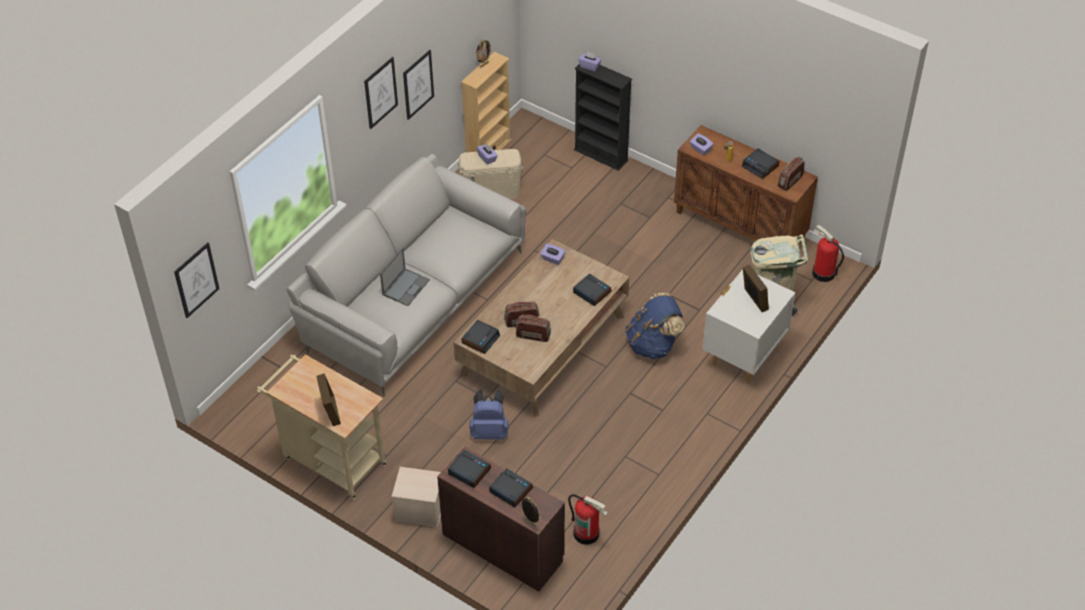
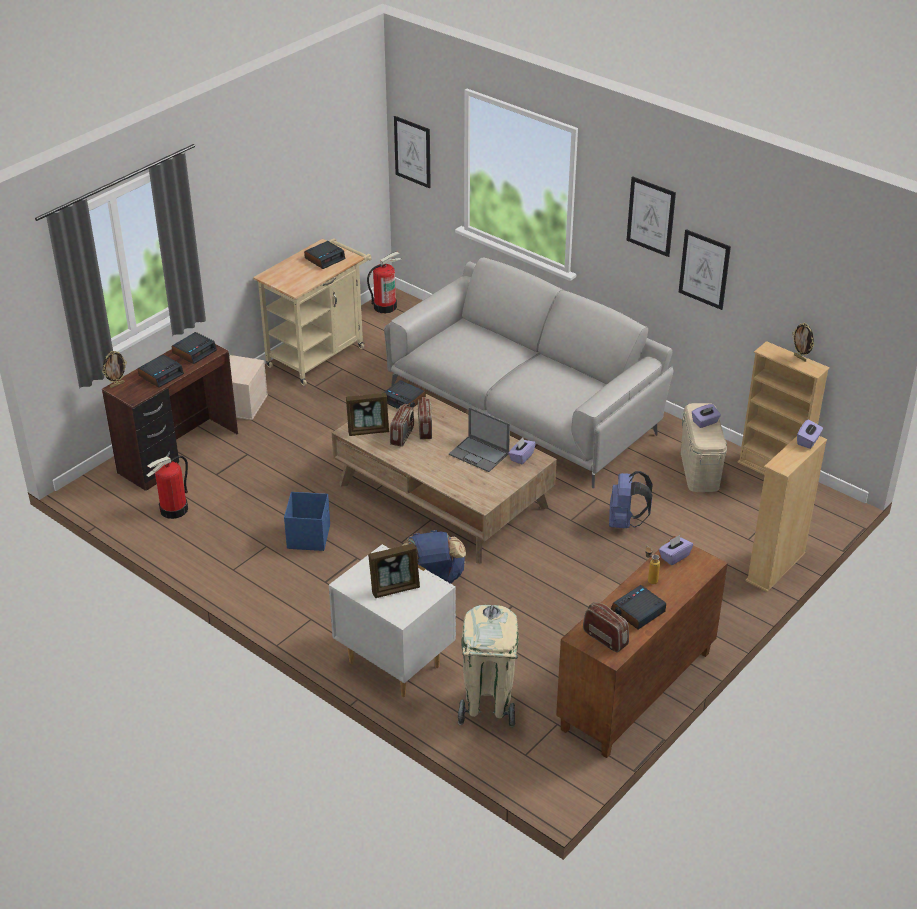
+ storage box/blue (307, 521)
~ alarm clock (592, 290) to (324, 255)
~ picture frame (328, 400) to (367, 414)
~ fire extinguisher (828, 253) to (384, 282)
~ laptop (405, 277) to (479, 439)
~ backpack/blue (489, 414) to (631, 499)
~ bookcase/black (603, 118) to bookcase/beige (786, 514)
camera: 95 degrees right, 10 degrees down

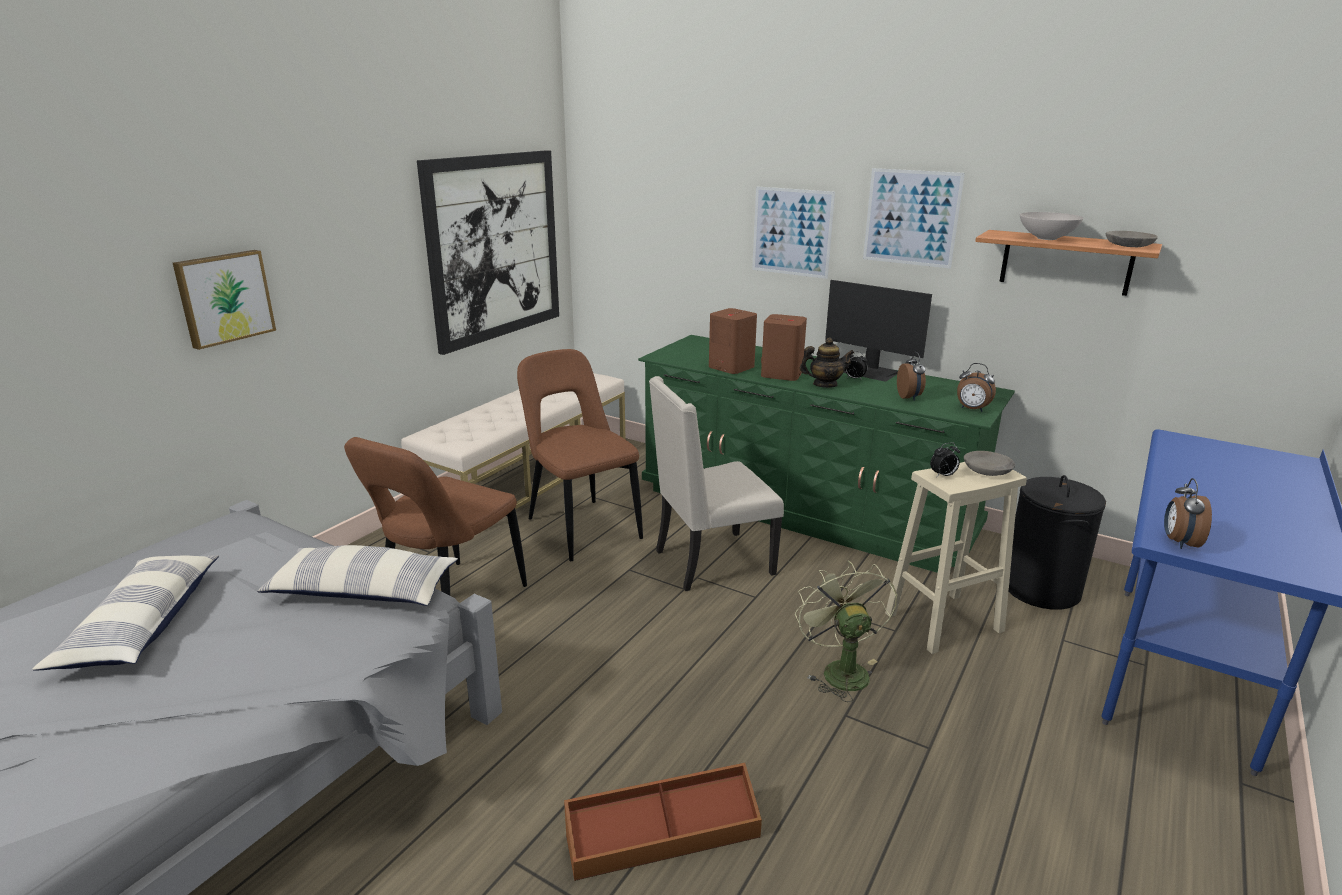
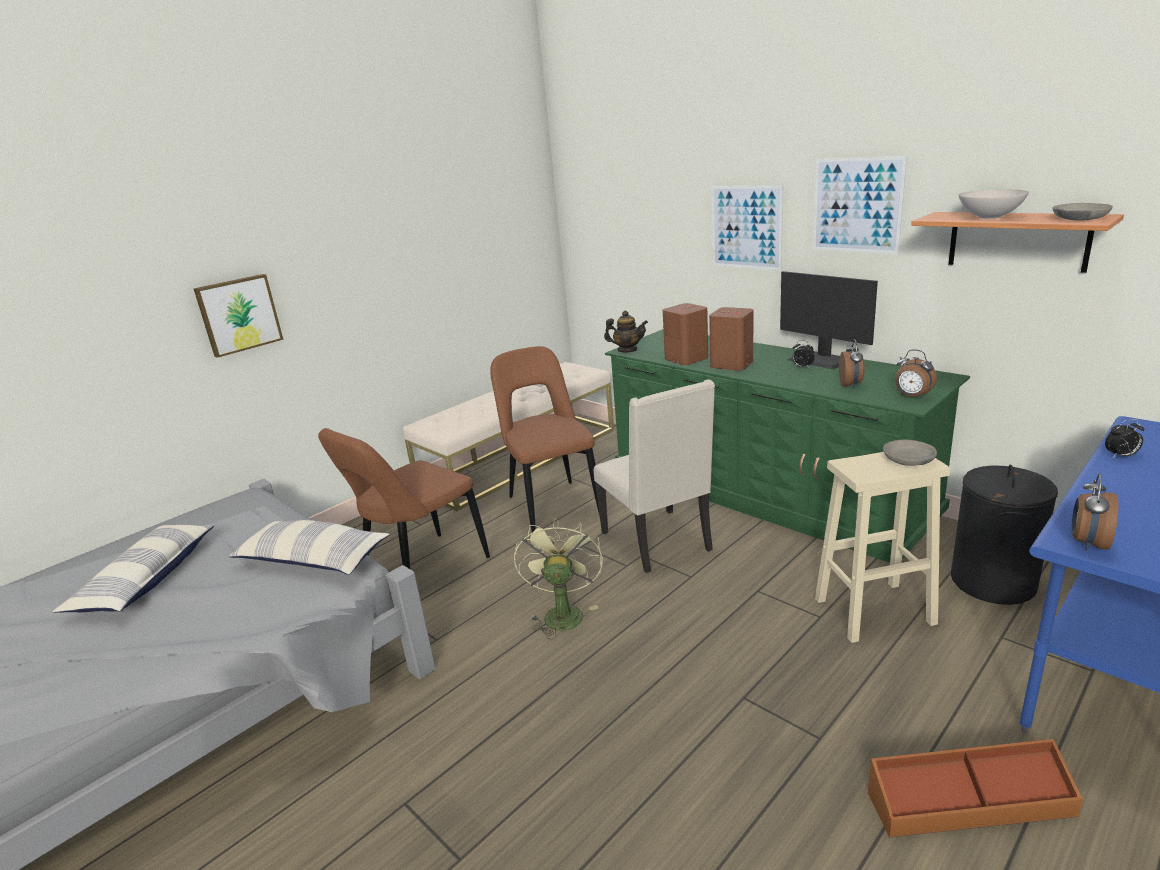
~ fan/green (846, 631) to (558, 578)
~ chair/beige (716, 483) = (654, 476) 105 degrees counterclockwise
~ teapot (827, 363) to (626, 331)
~ storage box/brown (663, 822) to (975, 788)
~ alarm clock (945, 460) to (1124, 438)
- picture (488, 252)
camera: 15 degrees right, 0 degrees up

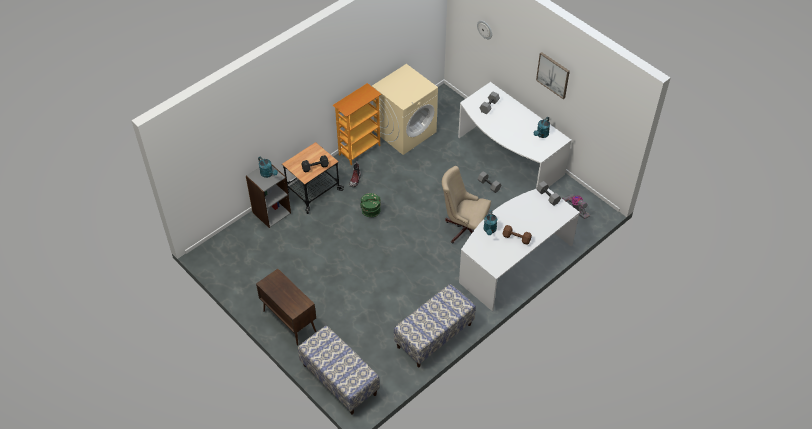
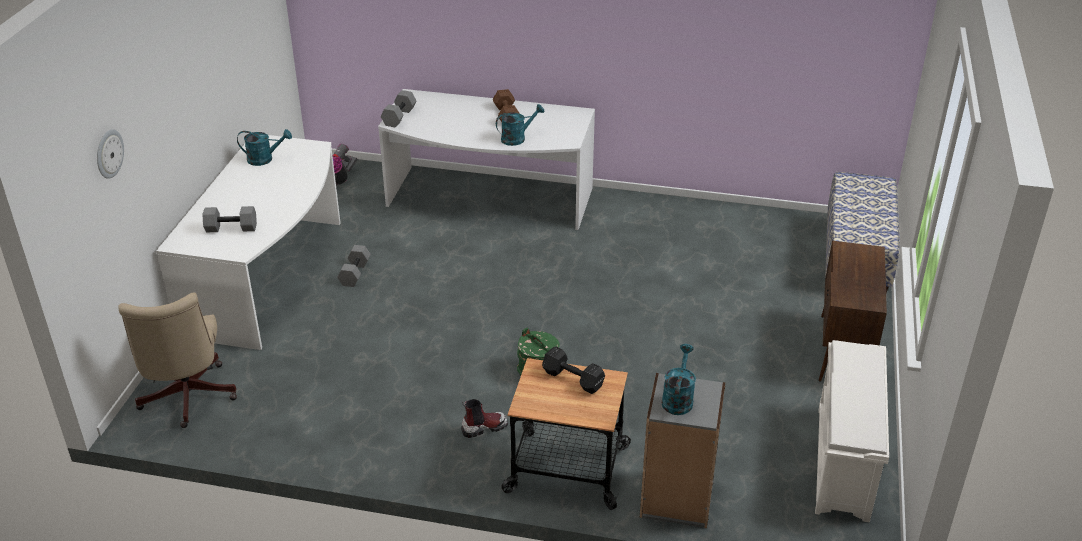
~ office chair/beige (466, 204) to (177, 360)
+ shoe rack/white (852, 431)
- bookcase (356, 124)
- washing machine/beige (405, 109)
- bench (435, 325)
- picture (553, 75)
camera: 125 degrees left, 15 degrees down

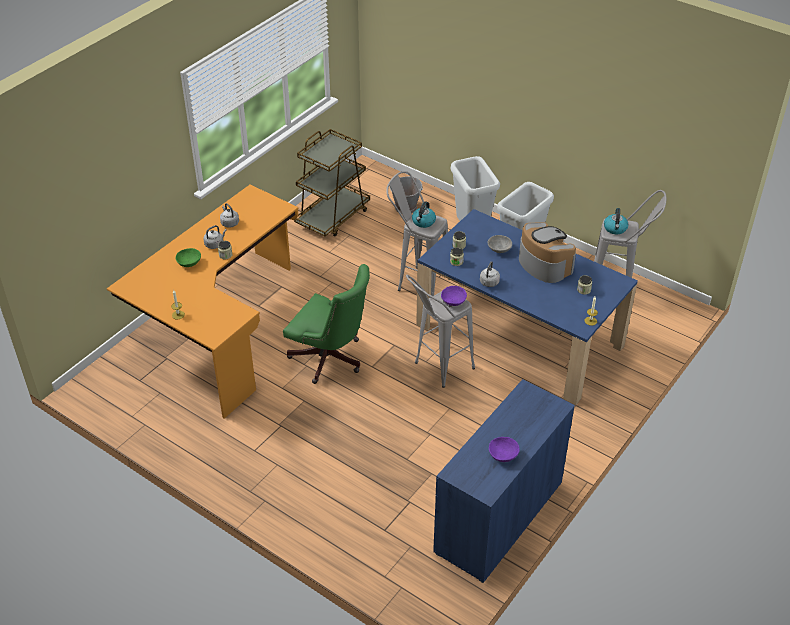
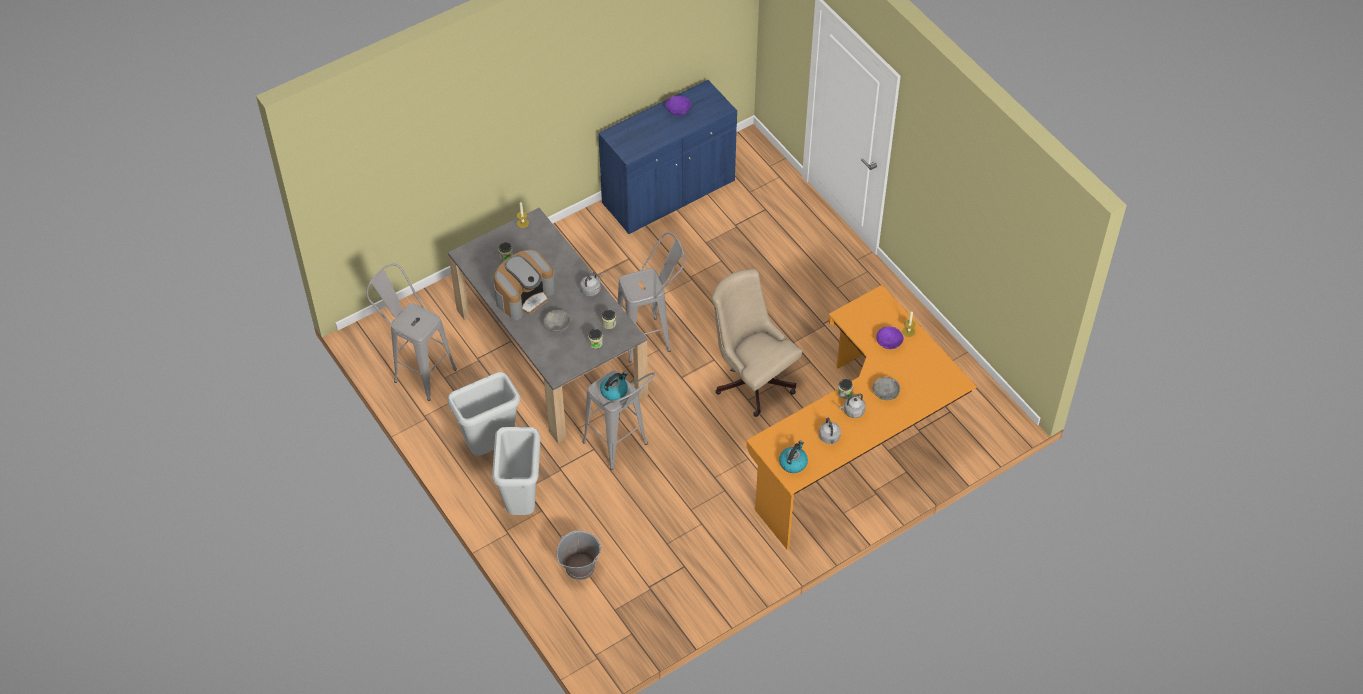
~ dining table/blue (527, 307) to dining table/grey (548, 325)
~ coffee machine (547, 252) = (524, 284) 120 degrees counterclockwise
~ office chair/green (326, 324) to office chair/beige (756, 343)
~ kettle (616, 221) to (793, 457)
~ bowl/green (188, 257) to bowl/grey (886, 388)
~ bowl/purple (454, 296) to (890, 337)
- cart/brown (332, 182)
camera: 160 degrees left, 10 degrees up

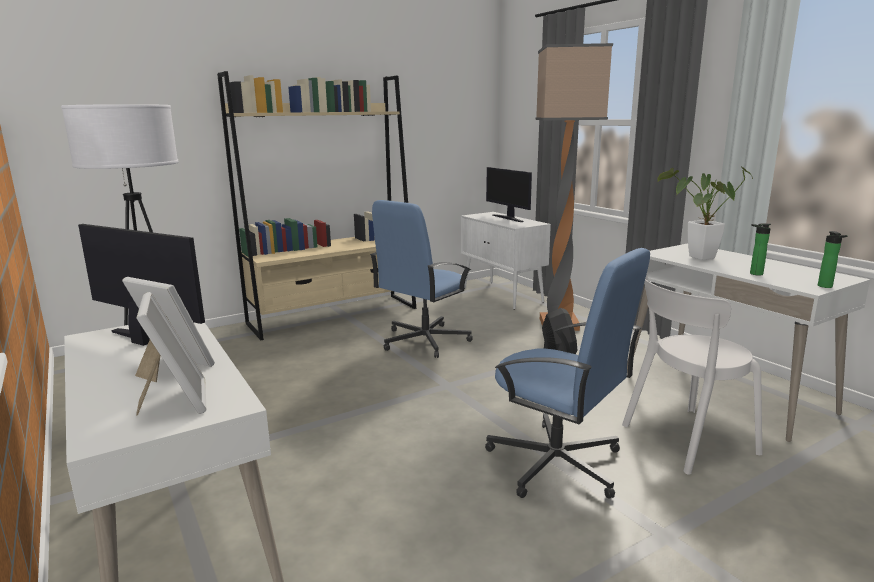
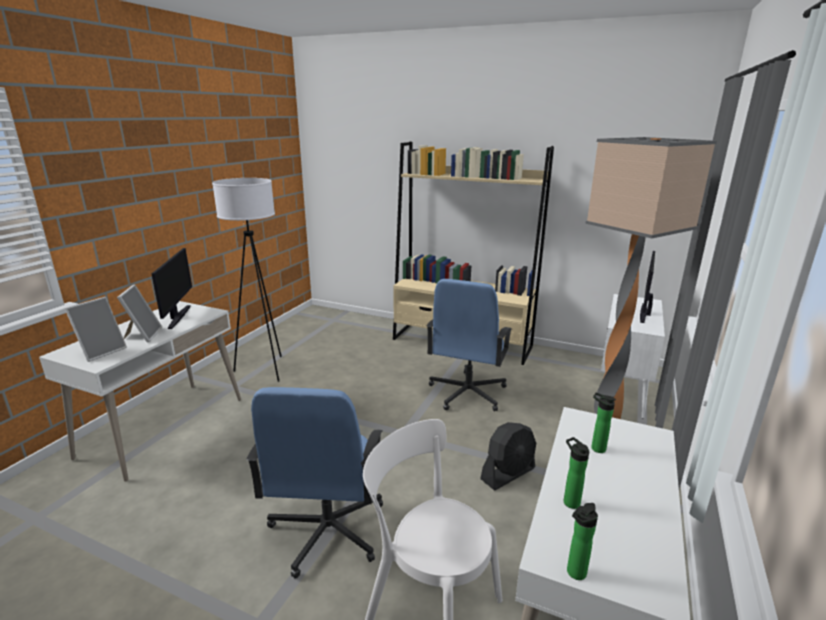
~ office chair/blue (421, 279) = (469, 345) 75 degrees counterclockwise
~ potted plant (705, 213) to bottle (603, 423)
camera: 55 degrees right, 5 degrees up

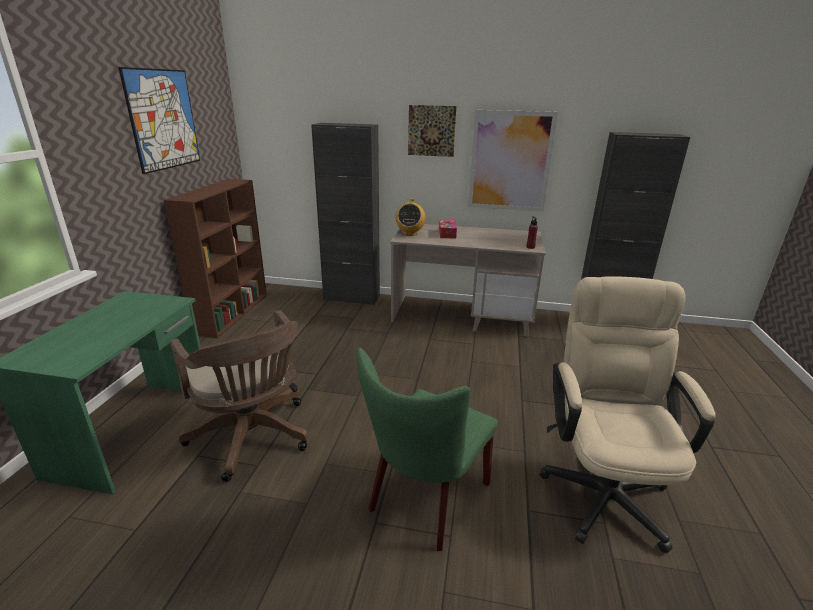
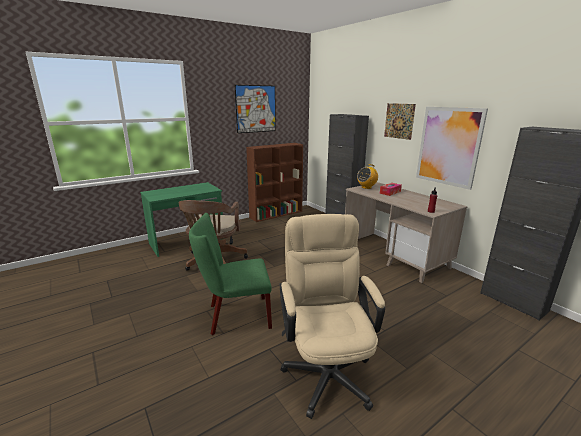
~ office chair/beige (628, 414) = (332, 316) 60 degrees counterclockwise
camera: 45 degrees right, 5 degrees down

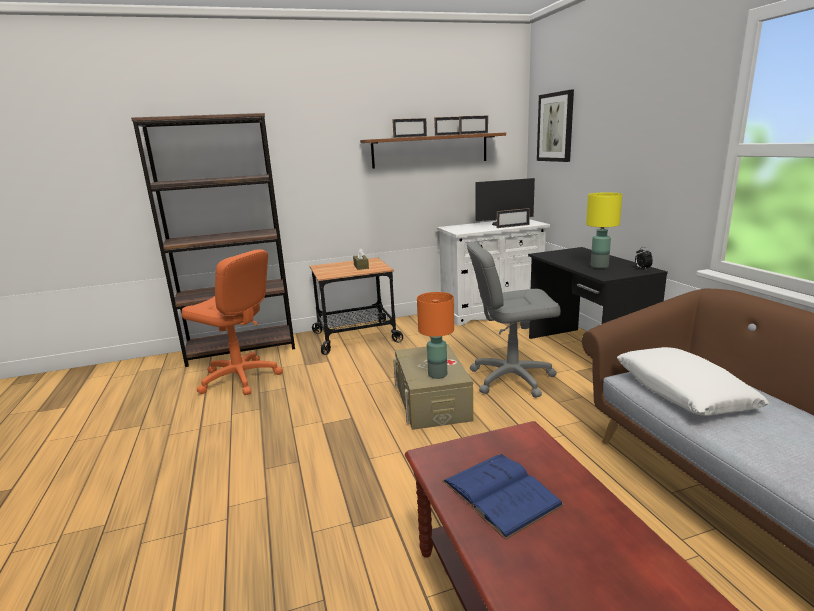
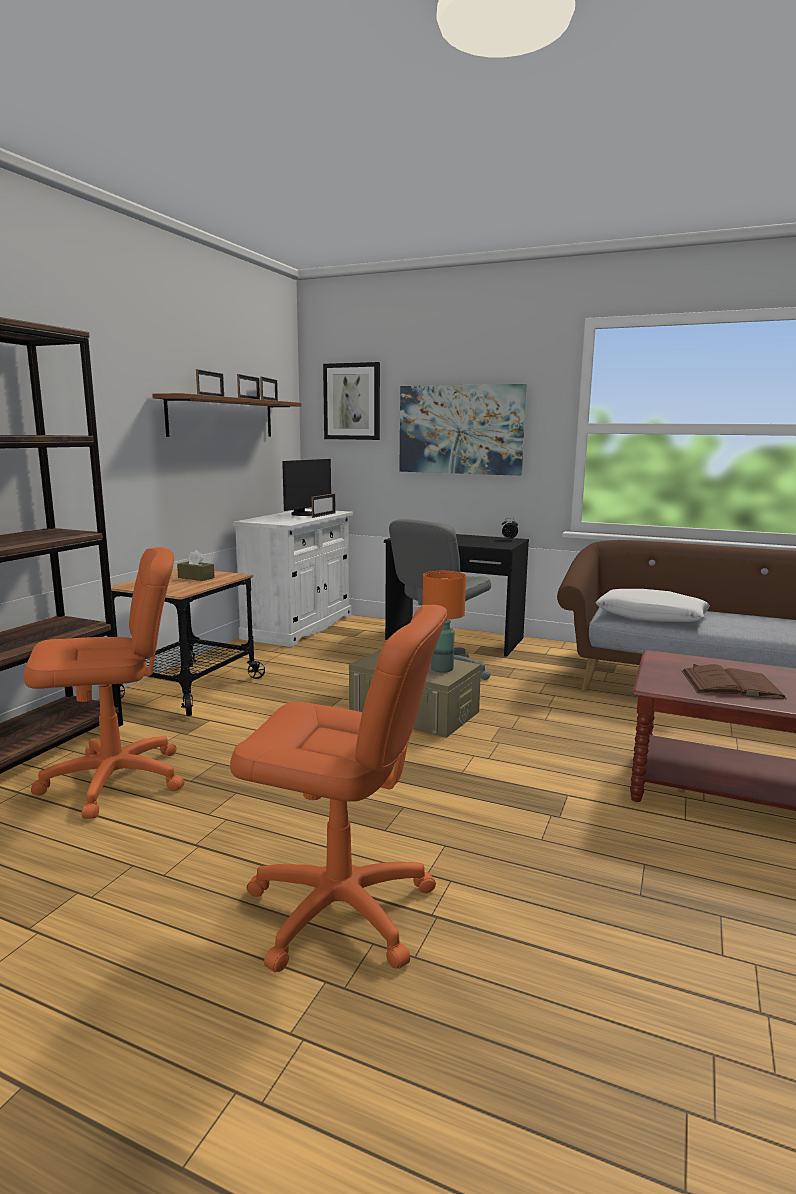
+ office chair/orange (338, 788)
+ picture (463, 430)
~ book/blue (503, 497) to book/brown (734, 681)
- table lamp/yellow (604, 230)
camera: 50 degrees left, 5 degrees down

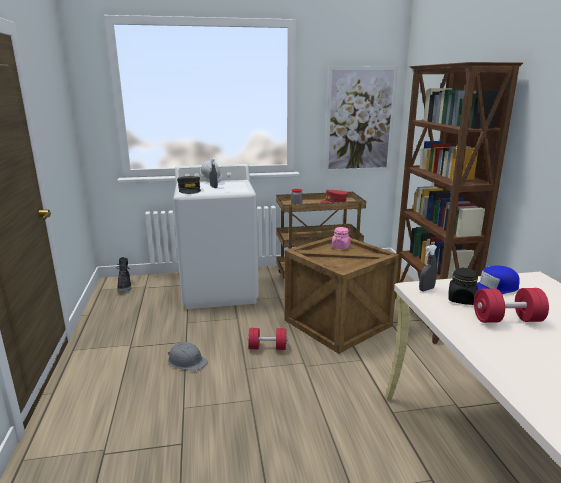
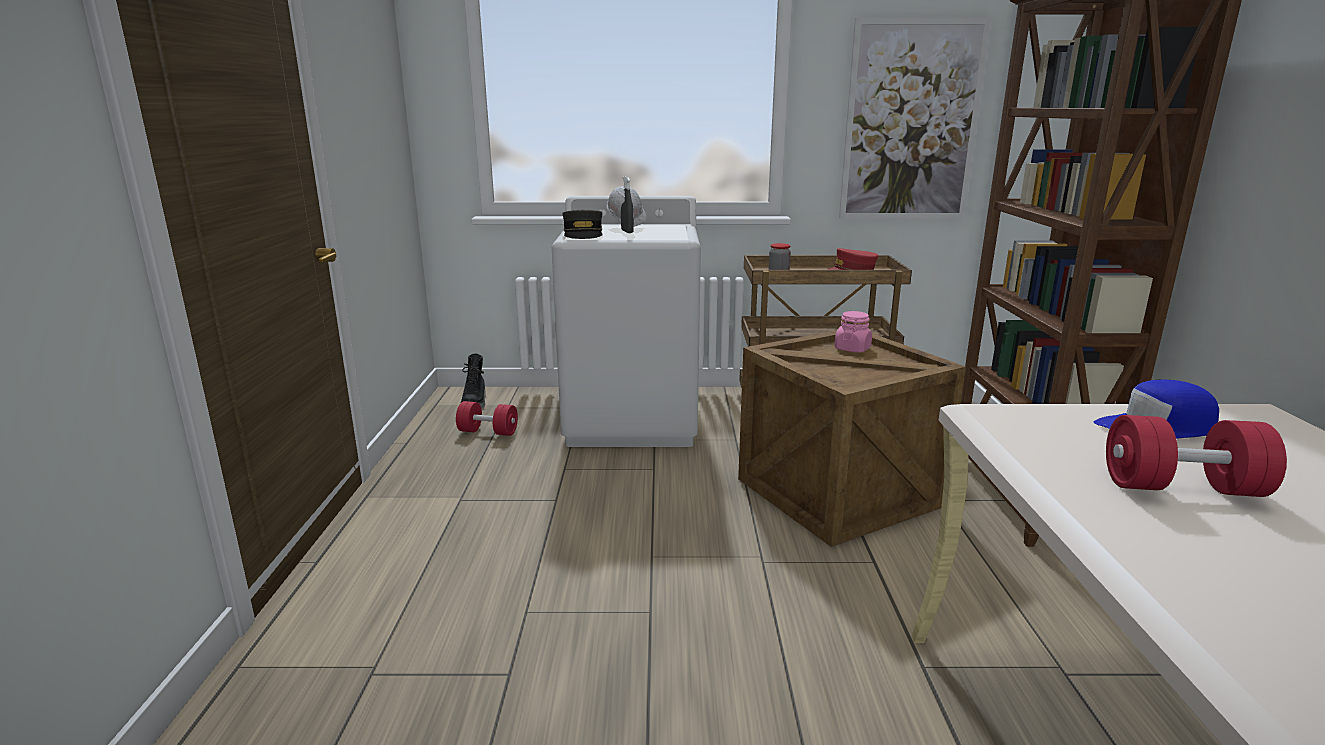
~ dumbbell/red (268, 339) to (487, 418)
- hard hat/grey (188, 356)
- spray bottle/grey (428, 268)
- jar/black (463, 286)
camera: 10 degrees right, 0 degrees up

